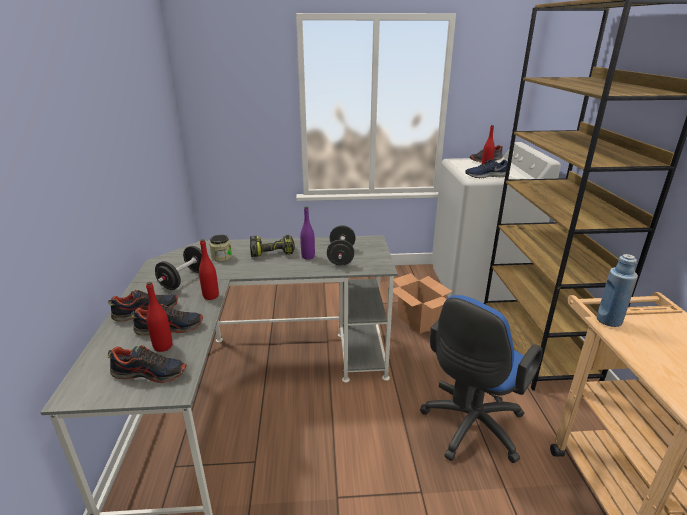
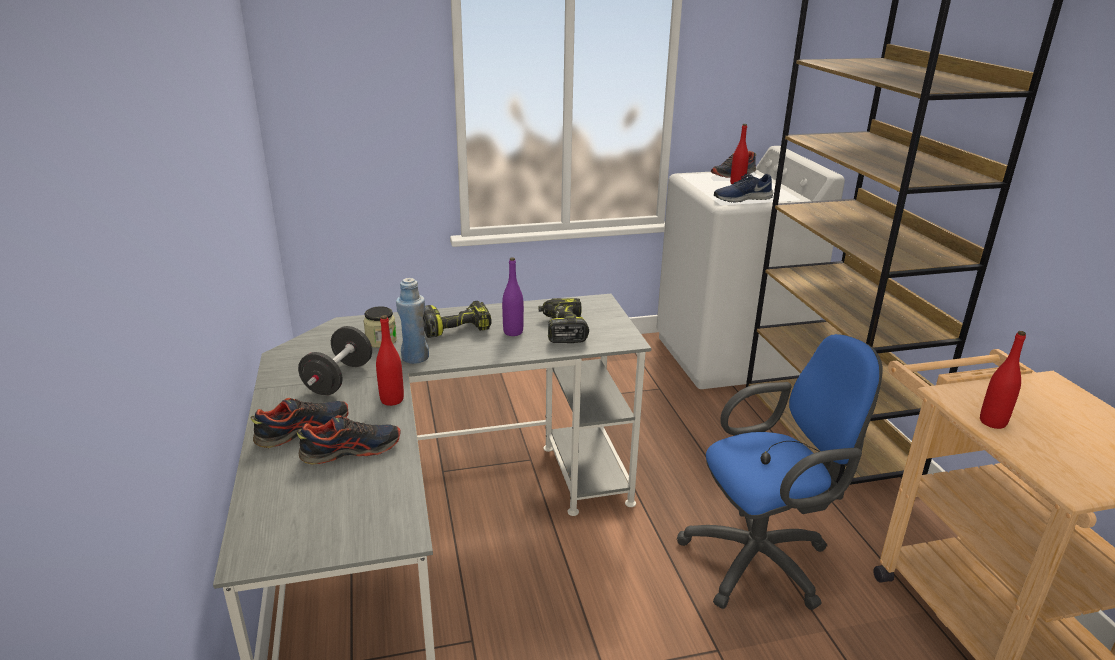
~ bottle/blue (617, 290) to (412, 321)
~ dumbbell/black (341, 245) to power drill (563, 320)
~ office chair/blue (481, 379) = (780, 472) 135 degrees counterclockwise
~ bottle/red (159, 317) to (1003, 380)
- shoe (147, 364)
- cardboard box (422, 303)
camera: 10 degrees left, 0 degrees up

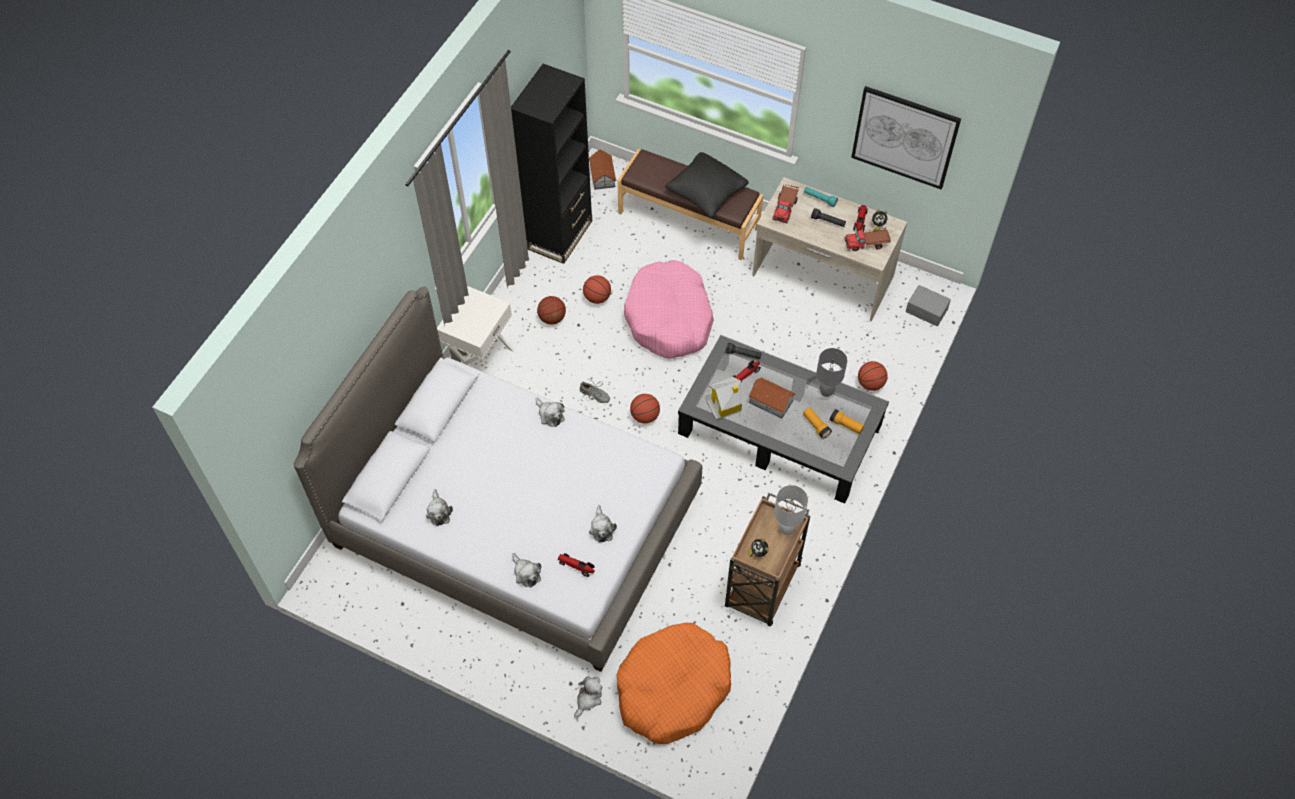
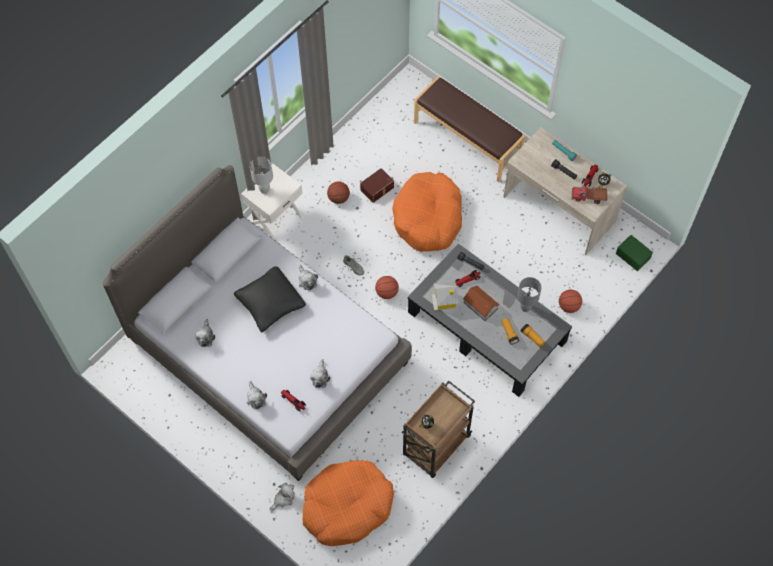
~ pillow/black (707, 185) to (270, 299)
~ table lamp/white (791, 510) to (261, 175)
~ basketball (597, 289) to storage box/brown (377, 185)
~ dog bed/pink (669, 309) to dog bed/orange (427, 212)
~ storage box/grey (928, 305) to storage box/green (634, 253)
- bookcase/black (551, 164)
- toy house (602, 169)
- toy truck (785, 203)
- picture (906, 138)
camera: 15 degrees right, 5 degrees up

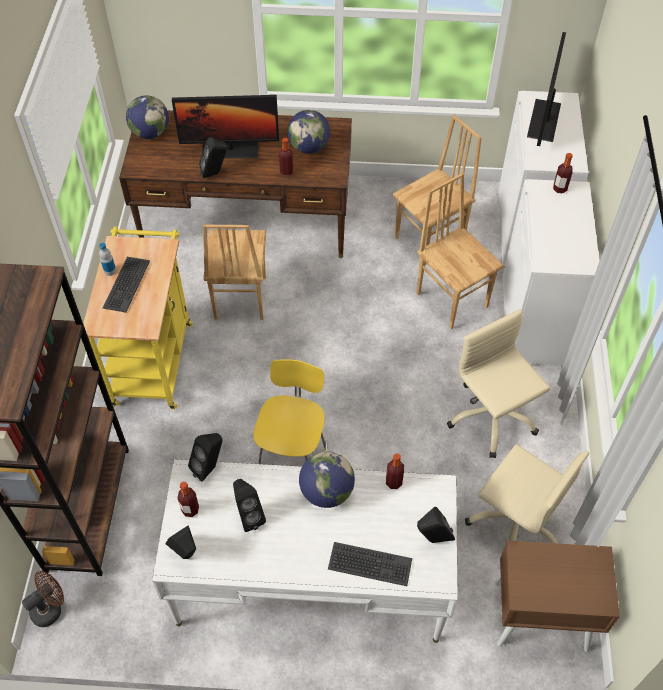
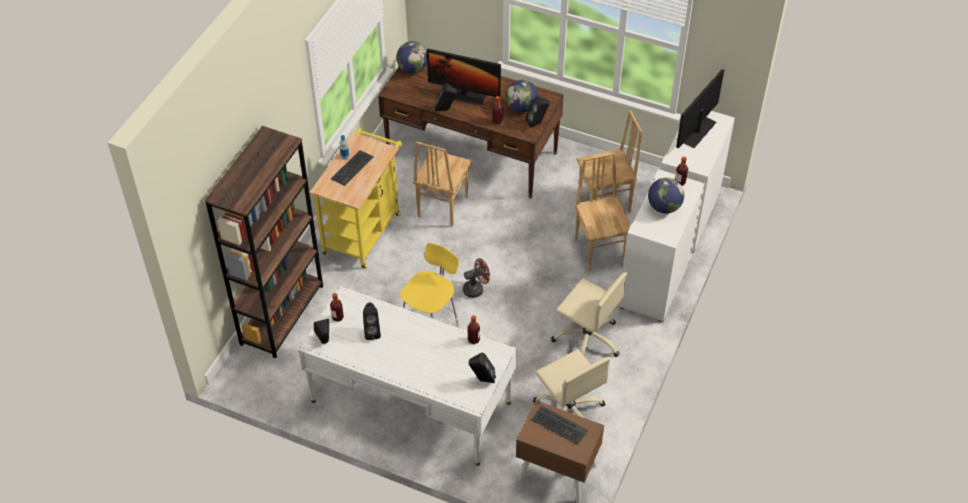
~ fan/brown (43, 599) to (476, 278)
~ speaker/black (205, 457) to (538, 111)
~ keyboard (370, 564) to (559, 425)
~ office chair/beige (498, 383) = (589, 314) 135 degrees clockwise
~ globe (327, 480) to (666, 196)
camera: 20 degrees right, 5 degrees down

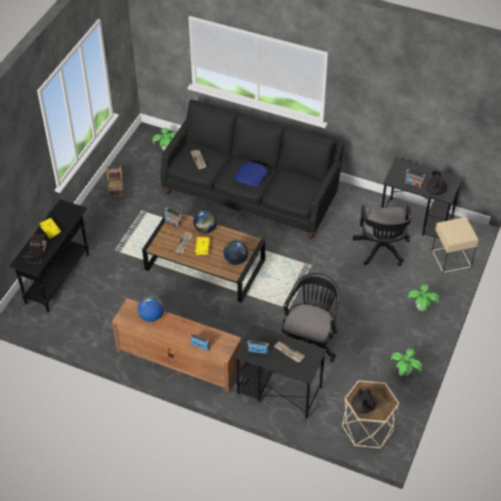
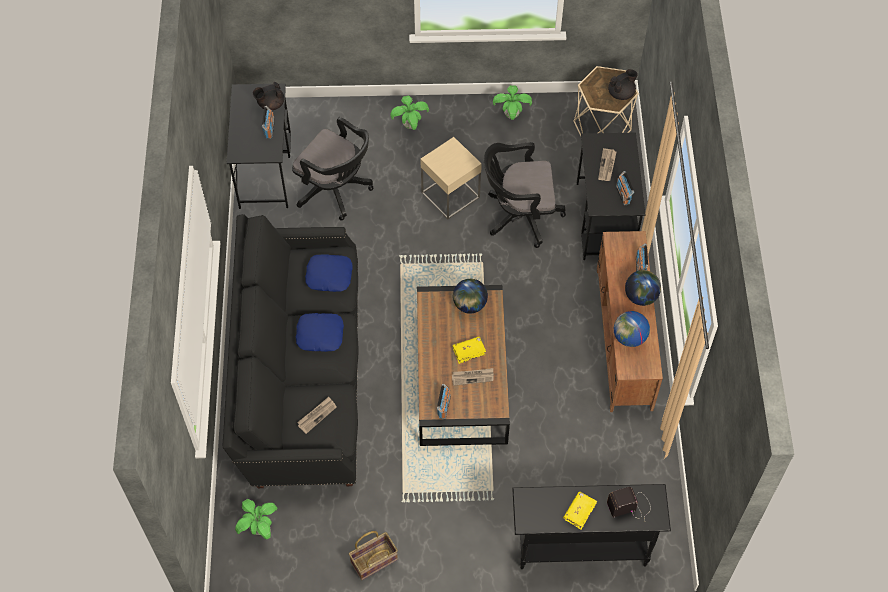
~ office chair/black (382, 235) = (332, 169) 60 degrees clockwise
+ pillow/blue (329, 273)
~ side table/beige (455, 245) to (451, 178)
~ globe (205, 221) to (643, 288)
camera: 115 degrees left, 10 degrees up

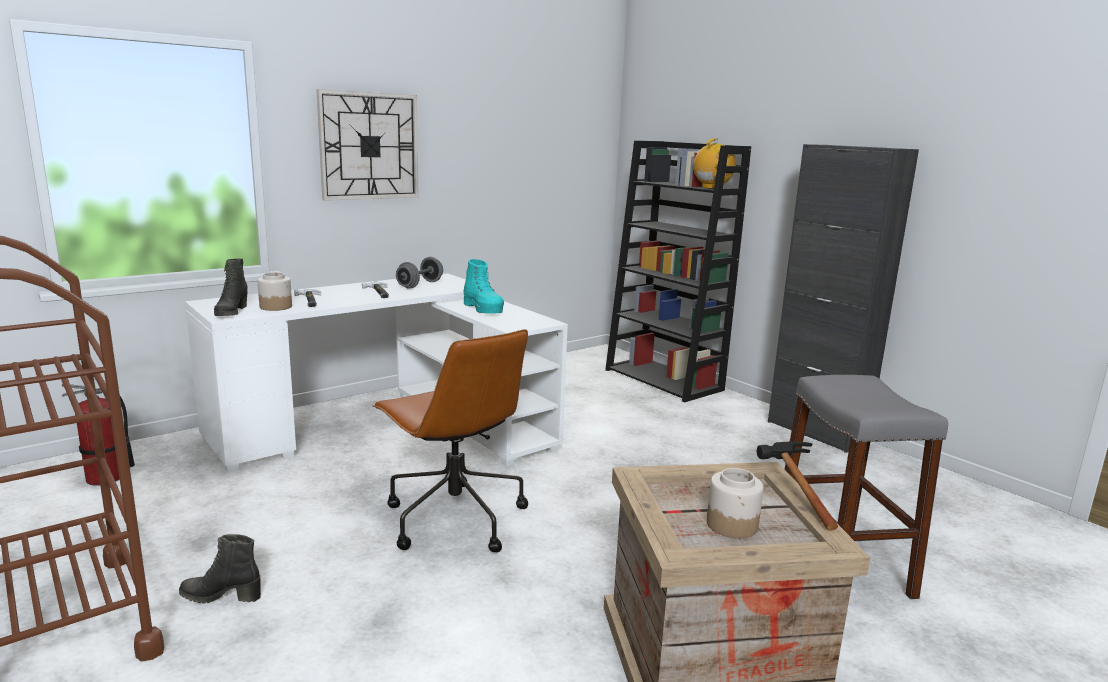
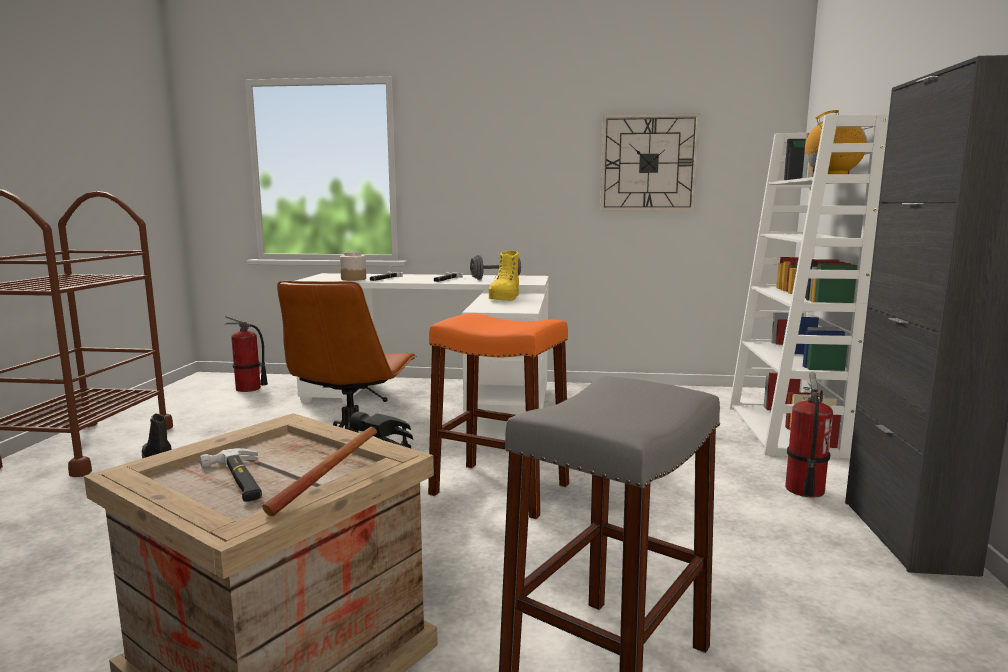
~ jar (735, 503) to hammer (231, 475)
+ stool/orange (498, 416)
~ boot/turquoise (484, 286) to boot/yellow (503, 275)
~ wall clock (367, 145) to (650, 162)
~ bookcase/black (678, 272) to bookcase/white (809, 286)
+ fire extinguisher (809, 435)
- boot/black (231, 287)
camera: 45 degrees right, 5 degrees down

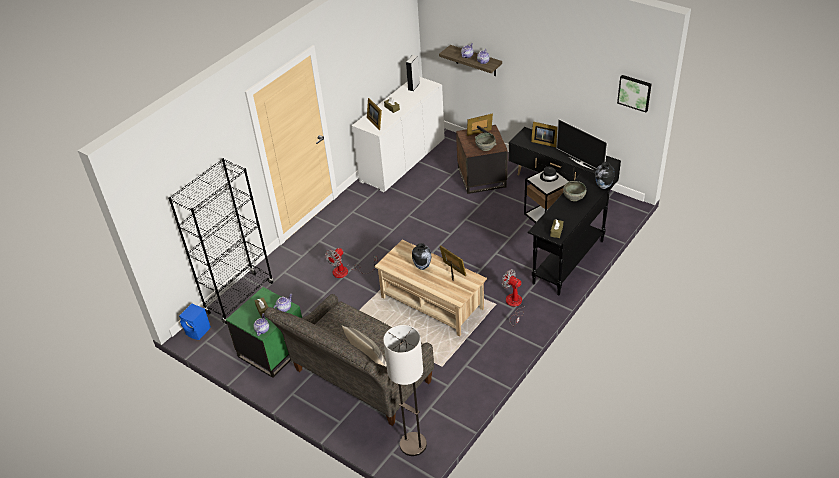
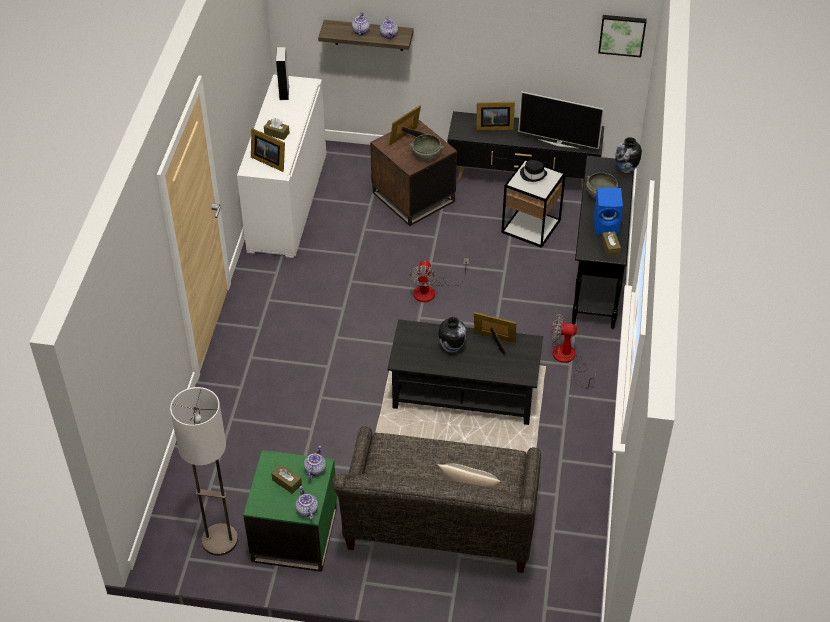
~ floor lamp (405, 390) to (204, 471)
~ coffee table/beige (430, 288) to coffee table/black (465, 372)
~ fan (351, 263) to (439, 280)
~ speaker/blue (195, 321) to (608, 211)
- bookcase/black (220, 241)
camera: 30 degrees left, 5 degrees up

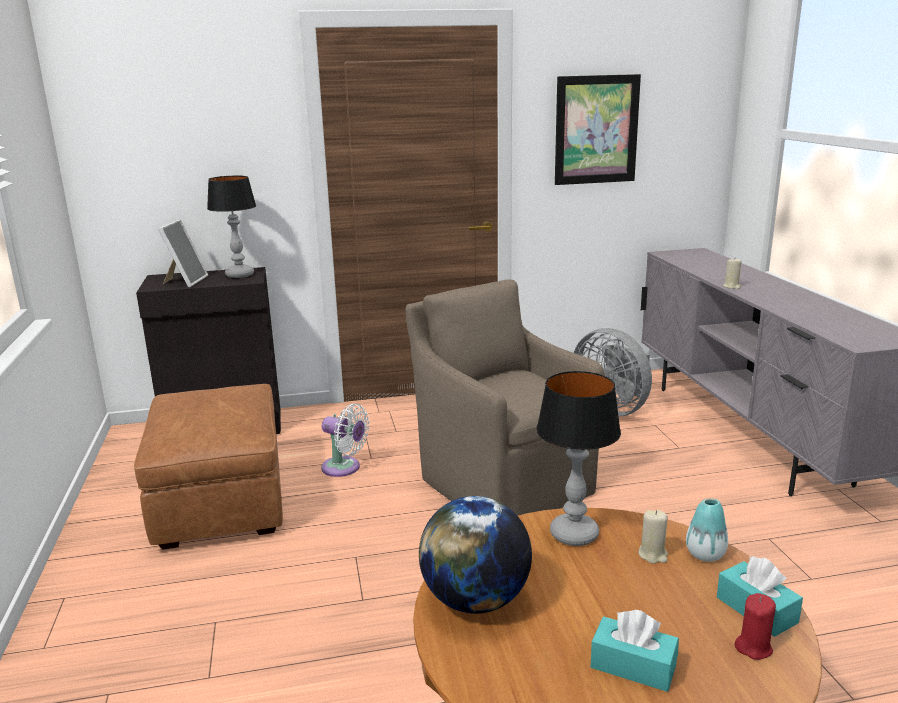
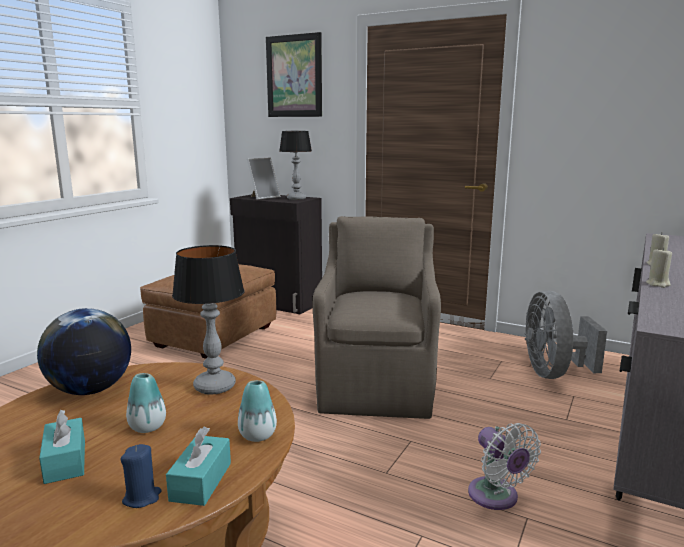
~ candle/red (755, 626) to candle/blue (141, 476)
+ vase (146, 403)
~ picture (598, 129) to (294, 74)
~ fan/white (345, 440) to (504, 466)
~ candle/beige (653, 537) to (659, 268)
camera: 40 degrees right, 5 degrees down

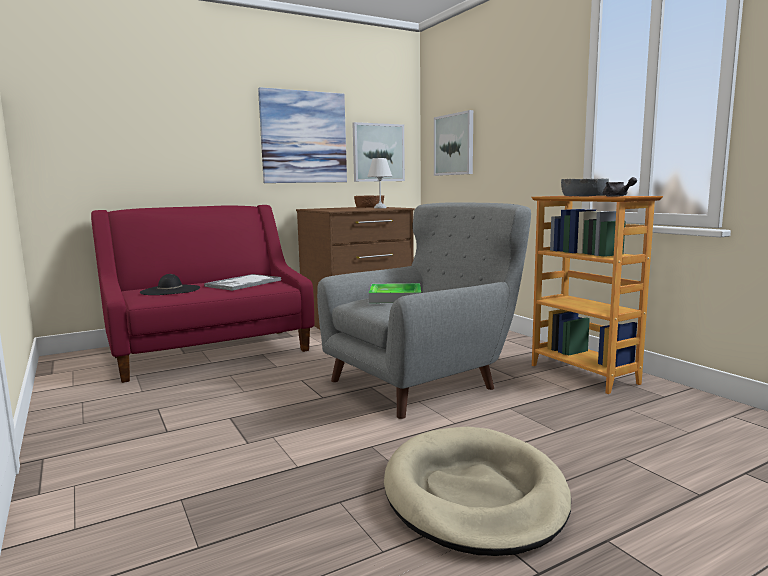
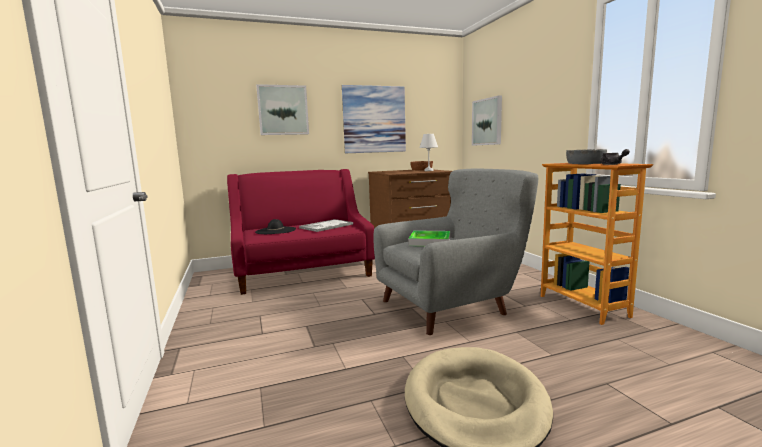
~ picture (379, 152) to (282, 109)
camera: 10 degrees right, 0 degrees up

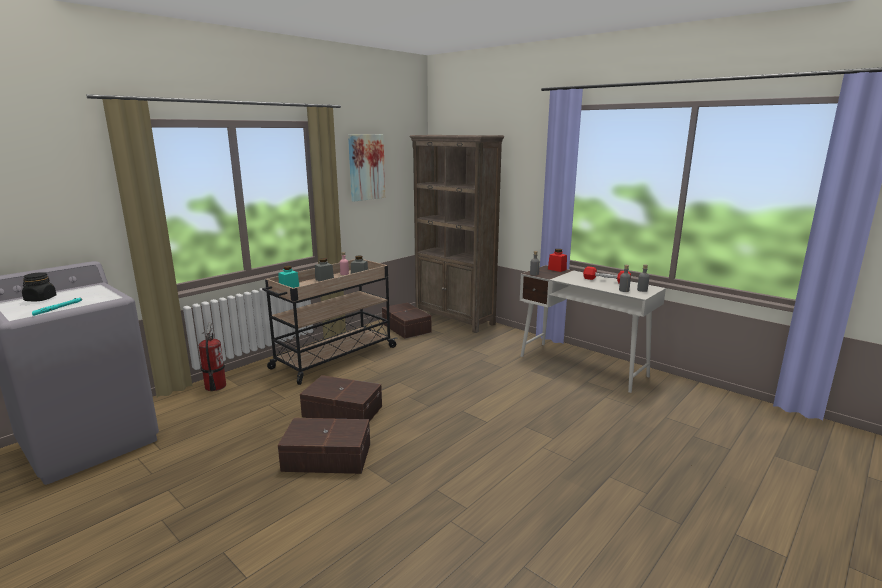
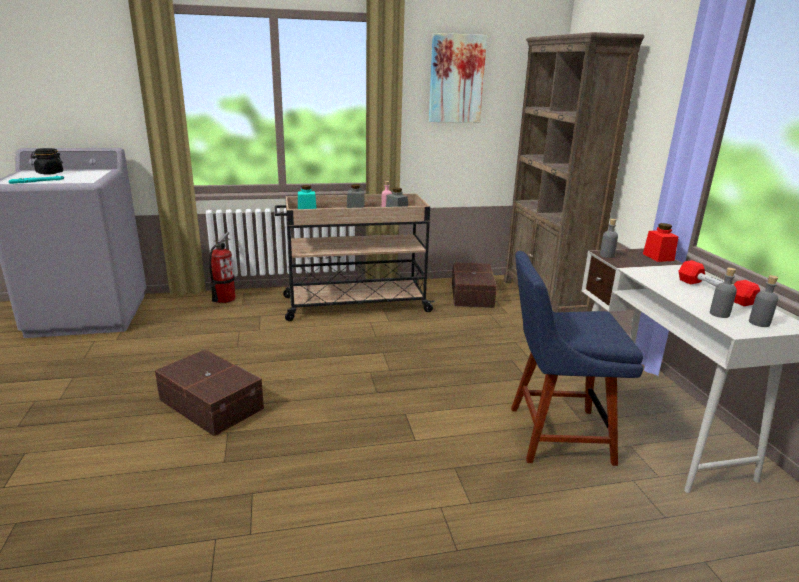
+ chair/blue (577, 358)
- storage box/brown (341, 398)
camera: 35 degrees right, 5 degrees up

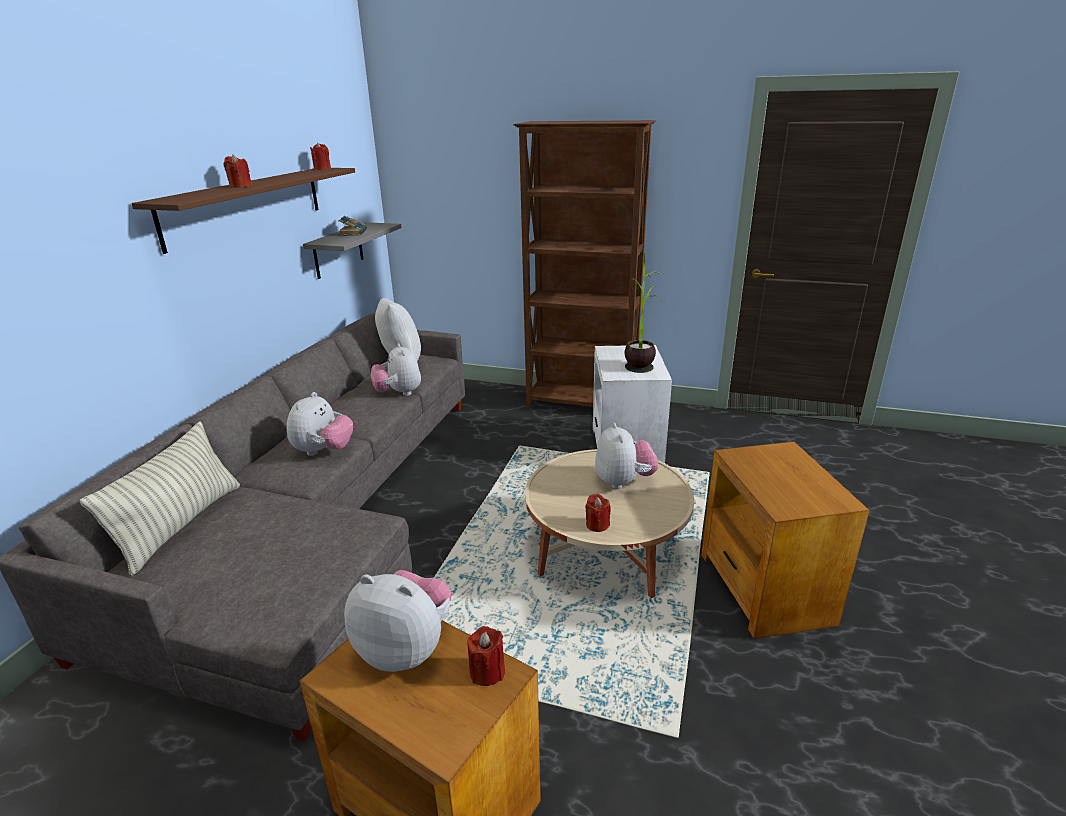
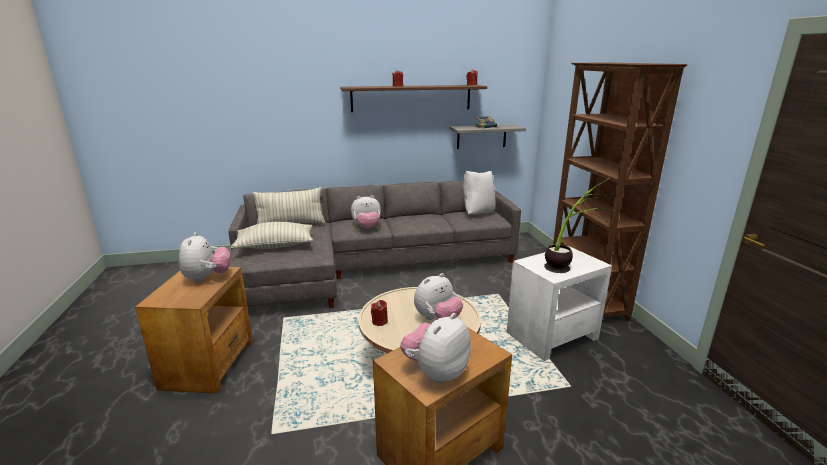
+ pillow (272, 235)
~ plush toy (396, 369) to (435, 348)
- candle/red (486, 656)
camera: 60 degrees right, 5 degrees down

